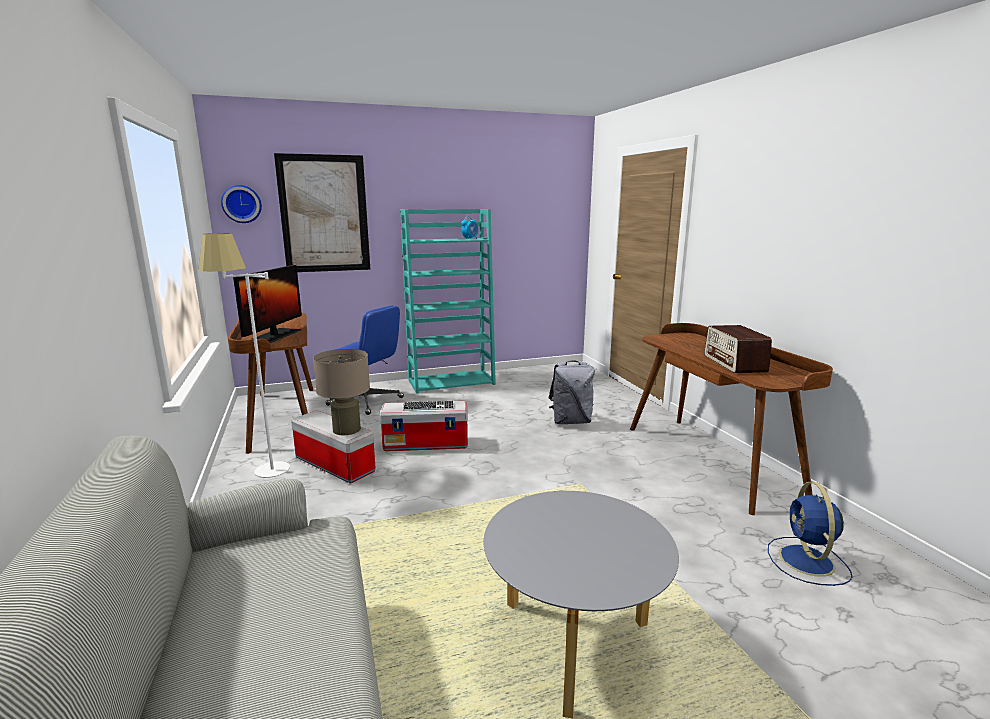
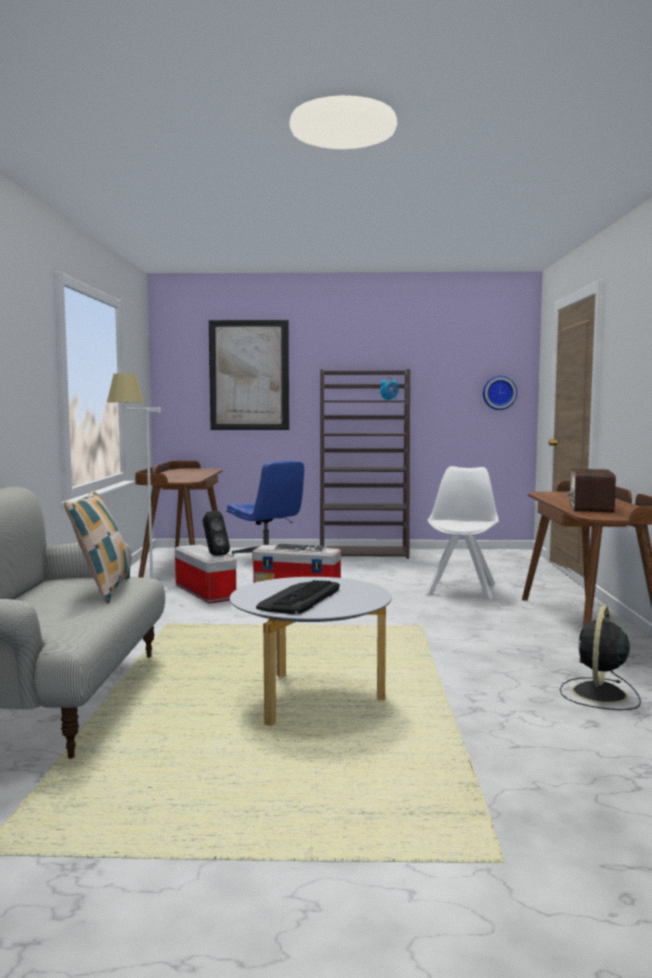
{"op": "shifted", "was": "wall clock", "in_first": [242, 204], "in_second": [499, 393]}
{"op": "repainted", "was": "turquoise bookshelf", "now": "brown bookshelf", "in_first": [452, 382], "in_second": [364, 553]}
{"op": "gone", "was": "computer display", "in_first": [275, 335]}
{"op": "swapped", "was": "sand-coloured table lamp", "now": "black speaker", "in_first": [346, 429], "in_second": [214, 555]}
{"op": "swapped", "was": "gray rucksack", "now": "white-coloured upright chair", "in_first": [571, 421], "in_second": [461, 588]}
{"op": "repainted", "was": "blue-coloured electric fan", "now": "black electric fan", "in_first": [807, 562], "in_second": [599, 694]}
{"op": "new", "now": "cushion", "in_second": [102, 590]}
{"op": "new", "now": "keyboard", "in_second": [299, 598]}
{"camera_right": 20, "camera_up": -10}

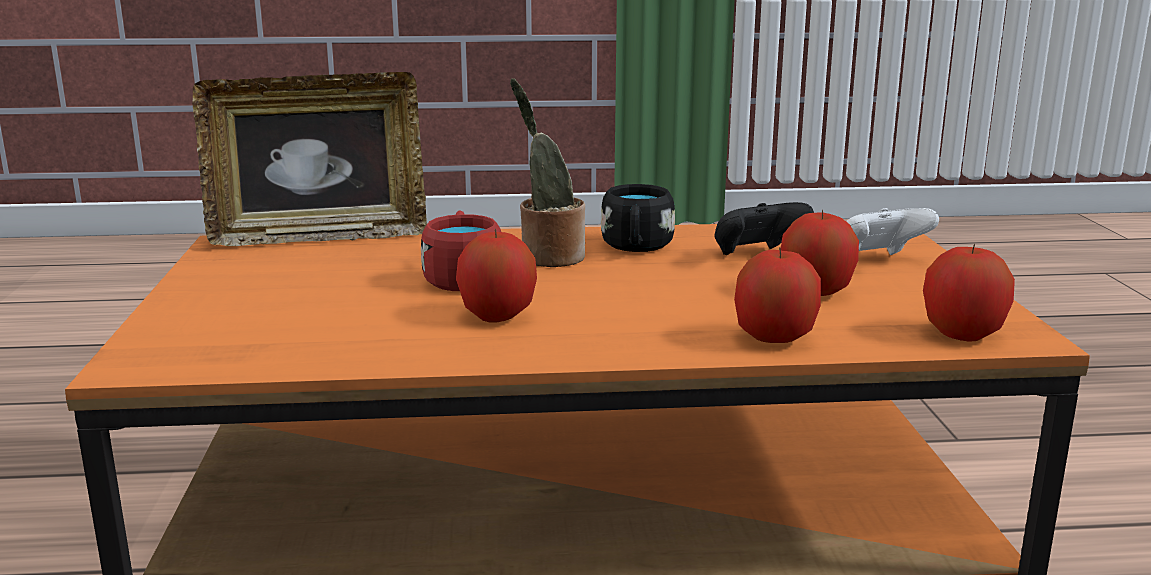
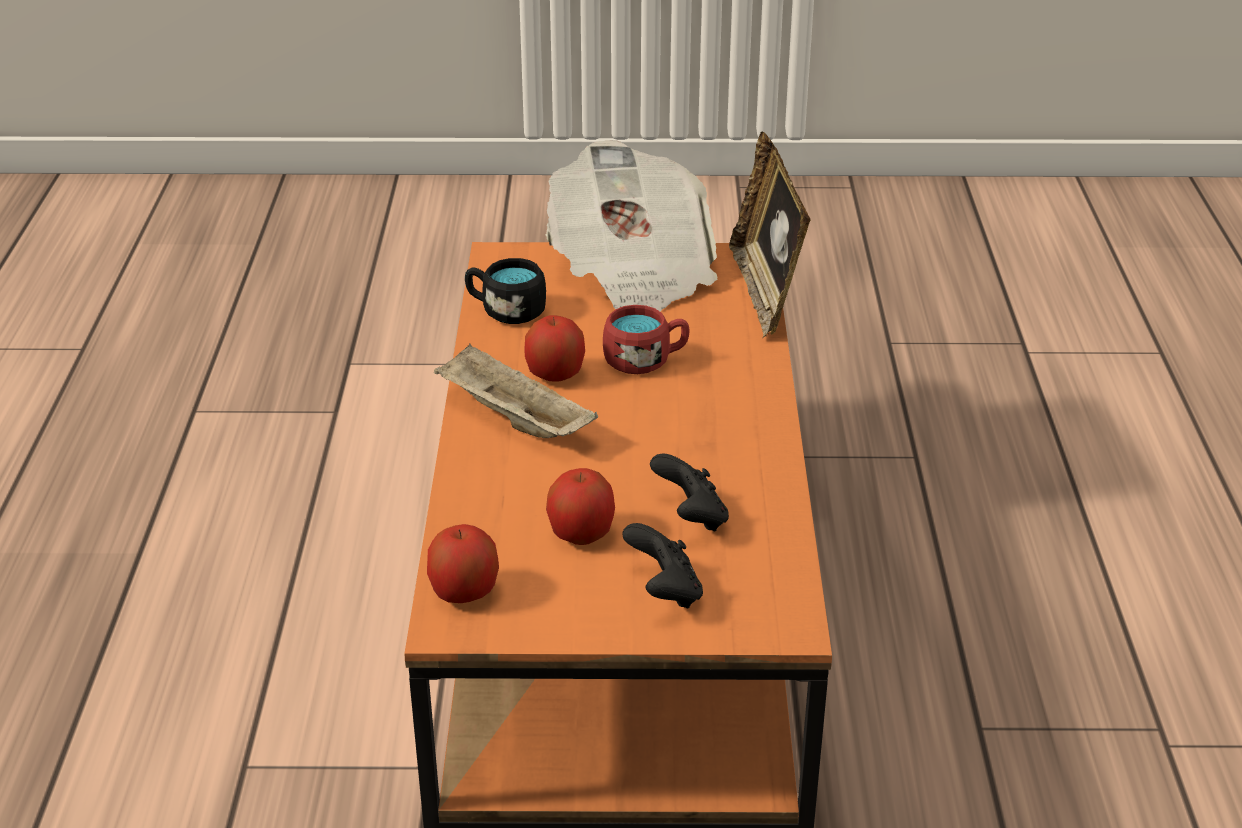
{"op": "gone", "was": "potted plant", "in_first": [548, 257]}
{"op": "shifted", "was": "black tea mug", "in_first": [636, 247], "in_second": [506, 310]}
{"op": "repainted", "was": "white-coloured gamepad", "now": "black gamepad", "in_first": [877, 261], "in_second": [664, 592]}
{"op": "gone", "was": "apple fruit", "in_first": [774, 338]}
{"op": "new", "now": "daily paper", "in_second": [632, 273]}
{"op": "new", "now": "sand-coloured tray", "in_second": [512, 419]}
{"camera_right": 95, "camera_up": 15}

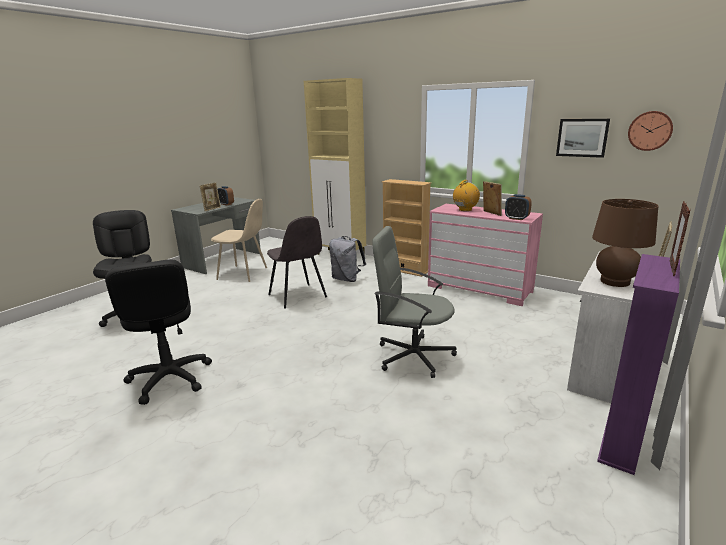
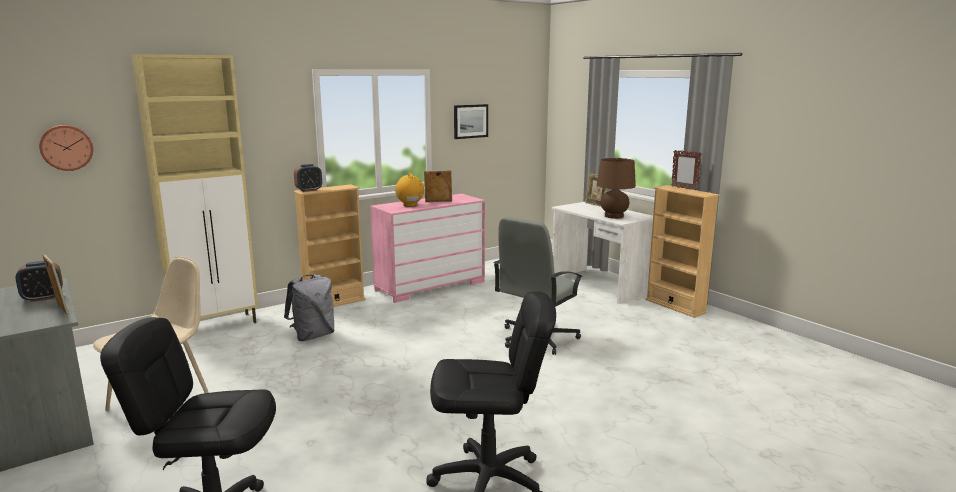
{"op": "shifted", "was": "wall clock", "in_first": [650, 130], "in_second": [66, 147]}
{"op": "shifted", "was": "alarm clock", "in_first": [516, 218], "in_second": [309, 190]}
{"op": "gone", "was": "gray upright chair", "in_first": [298, 296]}
{"op": "repainted", "was": "purple-coloured bookshelf", "now": "sand-coloured bookshelf", "in_first": [621, 439], "in_second": [675, 306]}
{"camera_right": -70, "camera_up": -5}

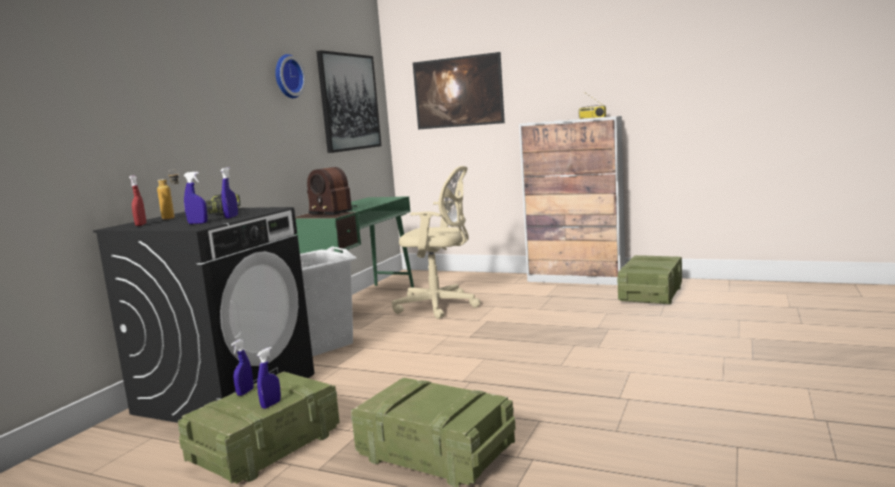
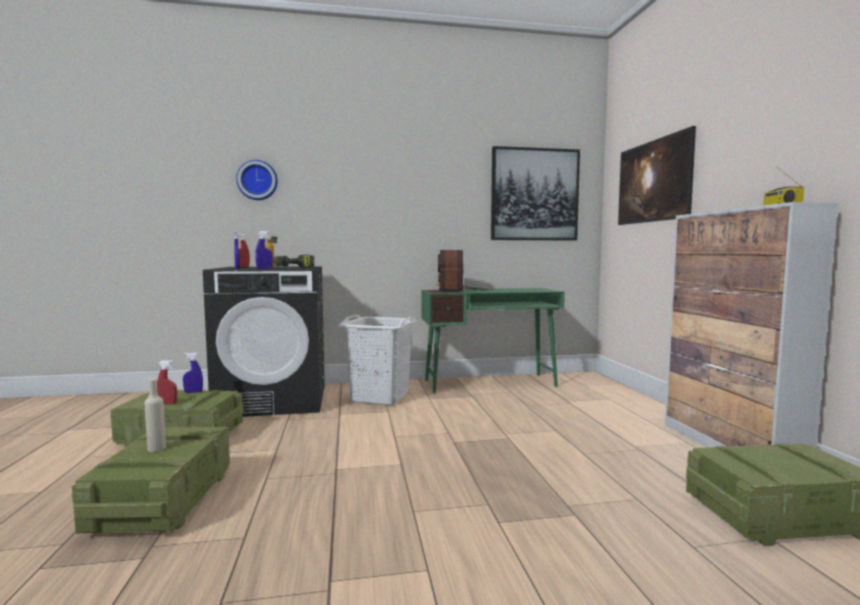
{"op": "shifted", "was": "wall clock", "in_first": [287, 76], "in_second": [257, 180]}
{"op": "gone", "was": "sand-coloured desk chair", "in_first": [439, 306]}
{"op": "repainted", "was": "blue-coloured sprayer", "now": "red sprayer", "in_first": [271, 404], "in_second": [167, 403]}
{"op": "new", "now": "sand-coloured drink bottle", "in_second": [156, 448]}
{"camera_right": 55, "camera_up": -5}

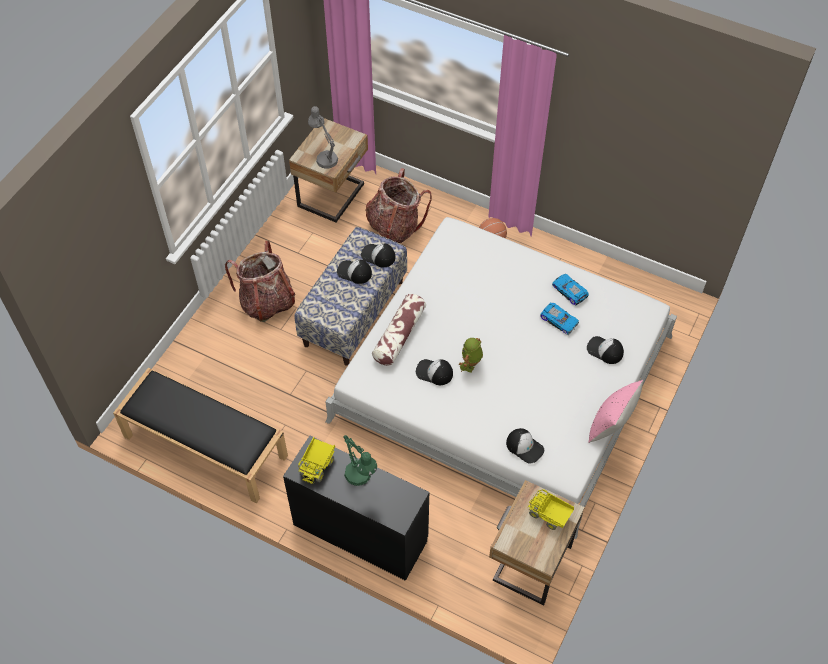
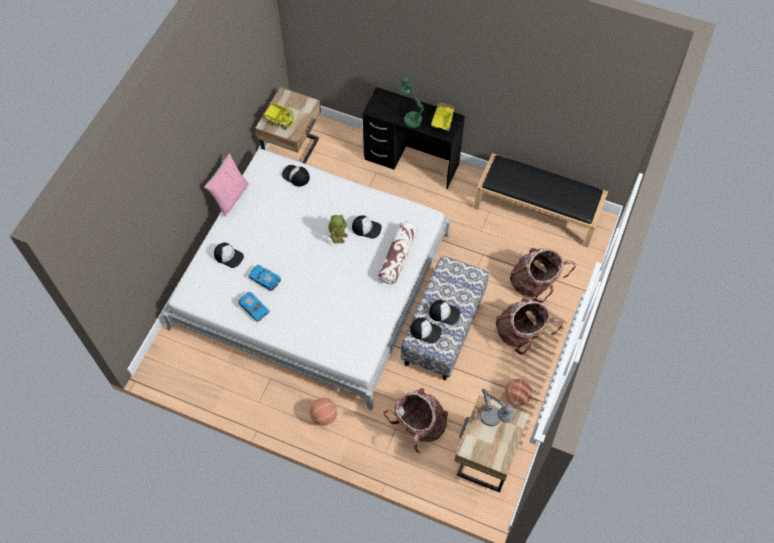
{"op": "new", "now": "rucksack", "in_second": [535, 284]}
{"op": "new", "now": "ball for basketball", "in_second": [516, 397]}
{"camera_right": 175, "camera_up": 5}

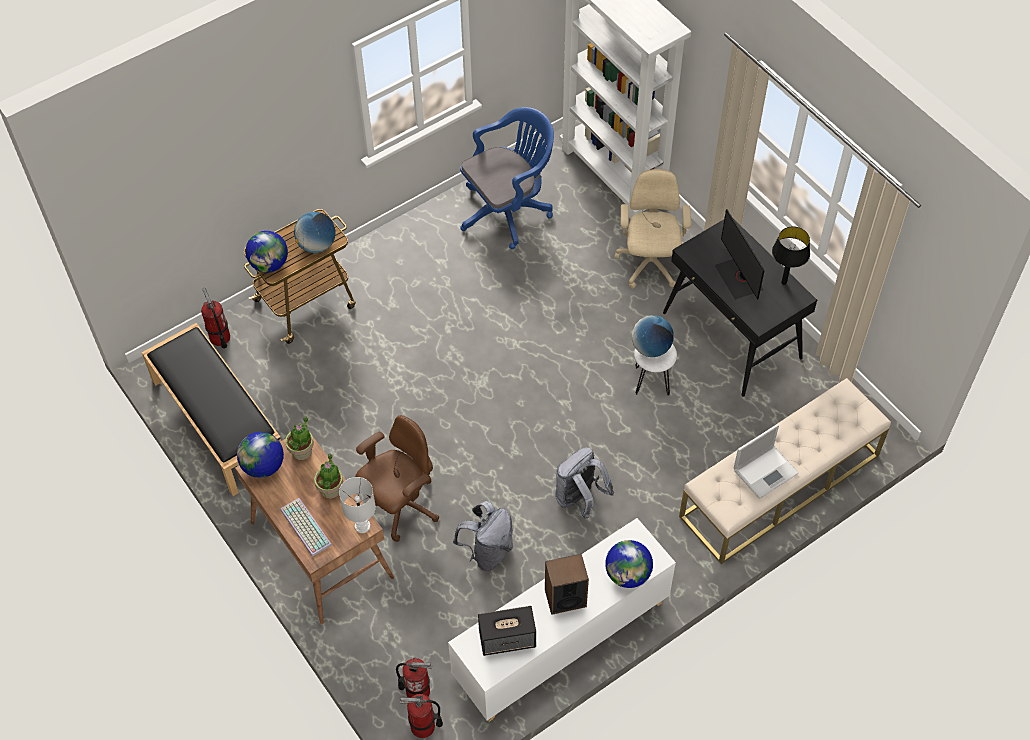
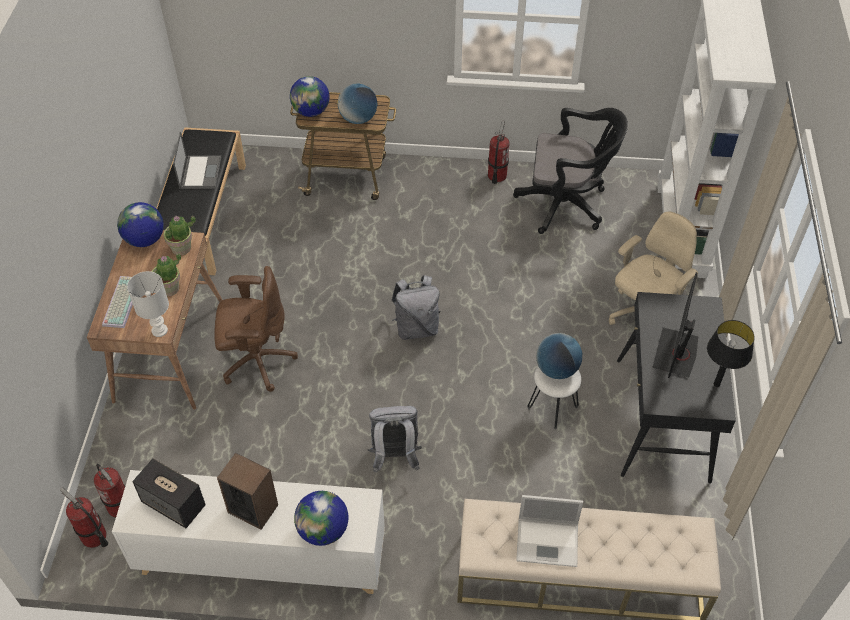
{"op": "repainted", "was": "blue-coloured desk chair", "now": "black desk chair", "in_first": [508, 210], "in_second": [566, 204]}
{"op": "shifted", "was": "extinguisher", "in_first": [219, 338], "in_second": [496, 176]}
{"op": "shifted", "was": "gray rucksack", "in_first": [488, 551], "in_second": [416, 328]}
{"op": "new", "now": "notebook computer", "in_second": [200, 172]}
{"camera_right": 40, "camera_up": -5}

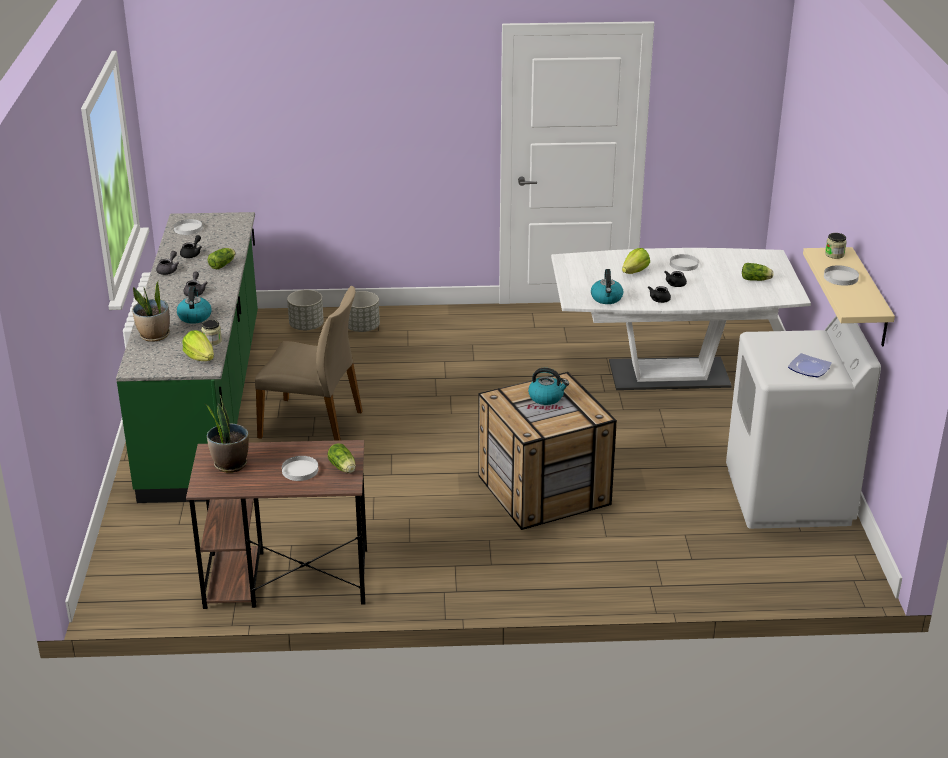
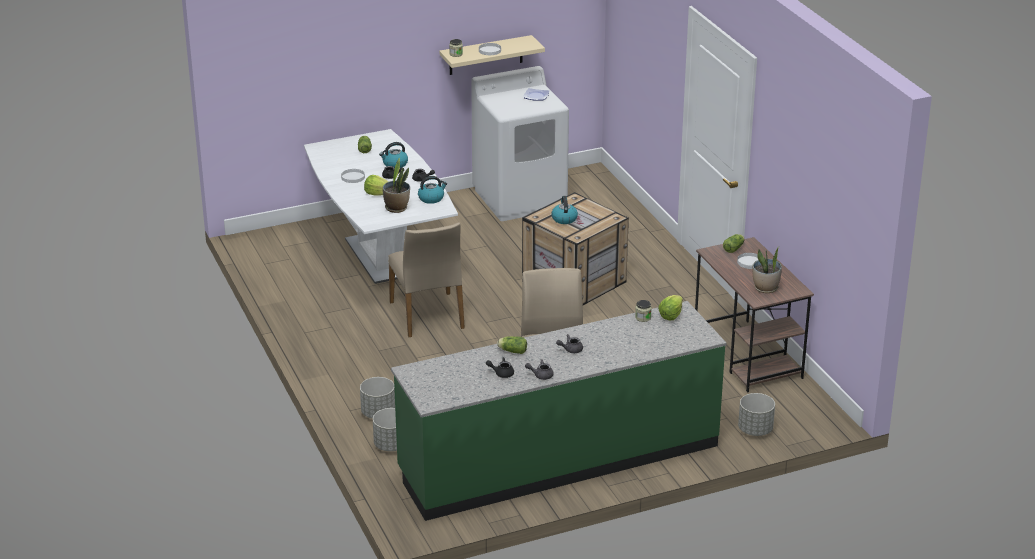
{"op": "gone", "was": "white-coloured flat dish", "in_first": [188, 229]}
{"op": "shifted", "was": "potted plant", "in_first": [154, 336], "in_second": [397, 208]}
{"op": "shifted", "was": "tea kettle", "in_first": [194, 316], "in_second": [395, 164]}
{"op": "new", "now": "sand-coloured upright chair", "in_second": [428, 315]}
{"op": "new", "now": "gray flower pot", "in_second": [755, 430]}
{"camera_right": -110, "camera_up": 0}

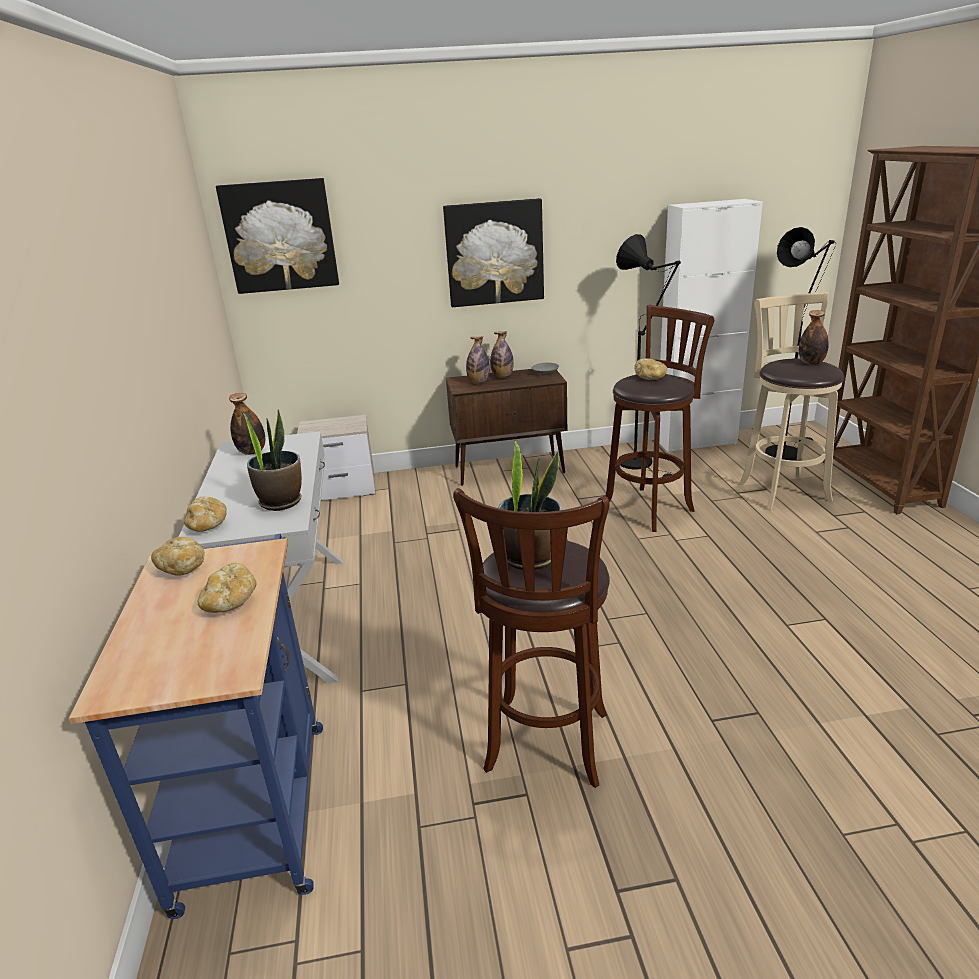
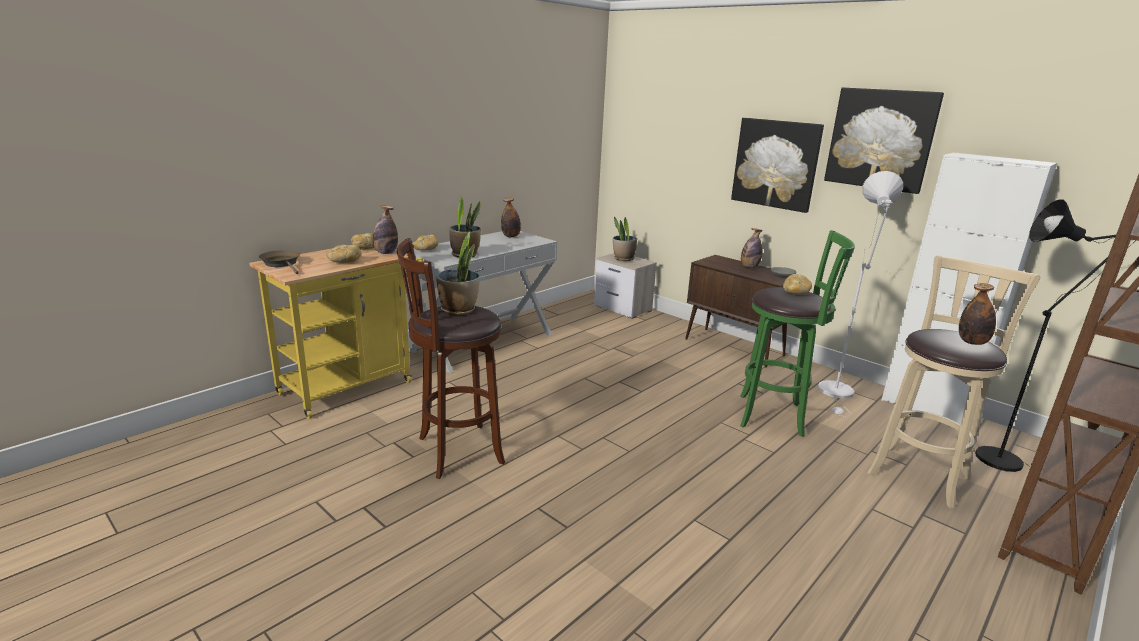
{"op": "shifted", "was": "wall art", "in_first": [280, 236], "in_second": [881, 139]}
{"op": "repainted", "was": "black standing lamp", "now": "white-coloured standing lamp", "in_first": [641, 464], "in_second": [837, 393]}
{"op": "repainted", "was": "brown stool seat", "now": "green stool seat", "in_first": [650, 507], "in_second": [775, 415]}
{"op": "shifted", "was": "drink bottle", "in_first": [478, 382], "in_second": [386, 253]}
{"op": "repainted", "was": "blue-coloured cart", "now": "yellow-coloured cart", "in_first": [255, 799], "in_second": [353, 385]}
{"op": "new", "now": "potted plant", "in_second": [623, 259]}
{"op": "new", "now": "brown pan", "in_second": [282, 264]}
{"camera_right": 50, "camera_up": -5}

